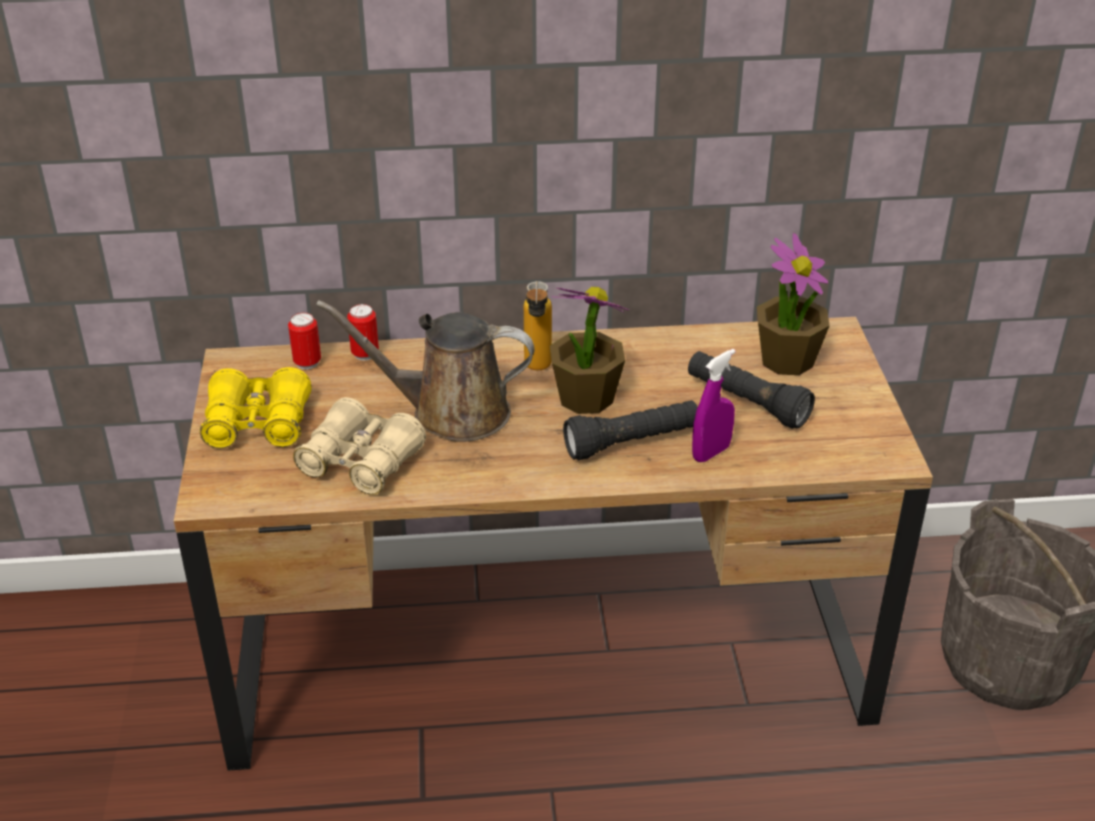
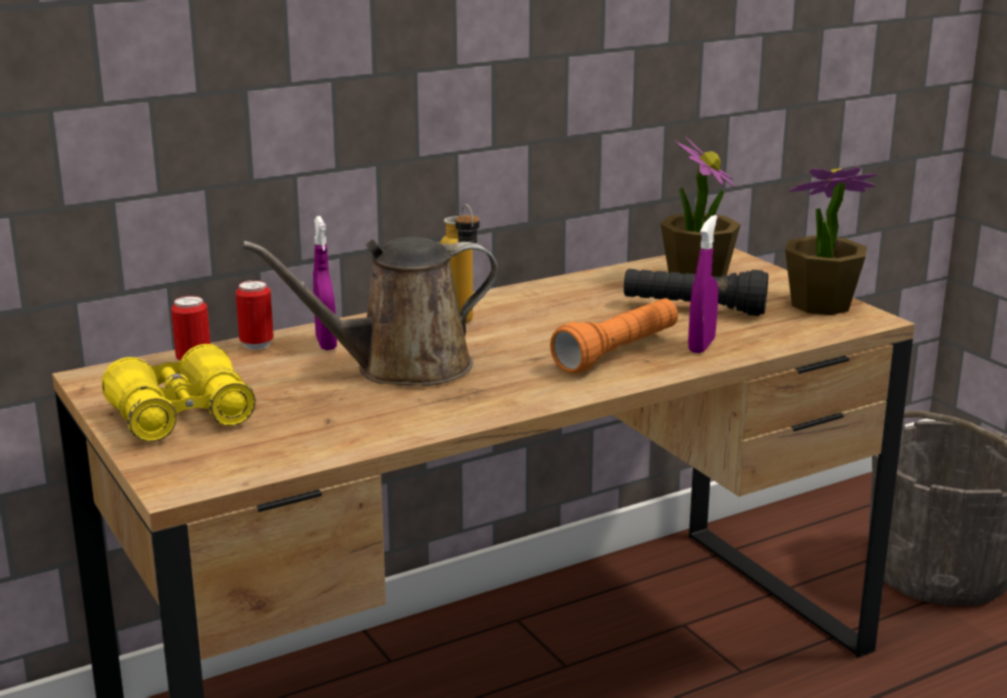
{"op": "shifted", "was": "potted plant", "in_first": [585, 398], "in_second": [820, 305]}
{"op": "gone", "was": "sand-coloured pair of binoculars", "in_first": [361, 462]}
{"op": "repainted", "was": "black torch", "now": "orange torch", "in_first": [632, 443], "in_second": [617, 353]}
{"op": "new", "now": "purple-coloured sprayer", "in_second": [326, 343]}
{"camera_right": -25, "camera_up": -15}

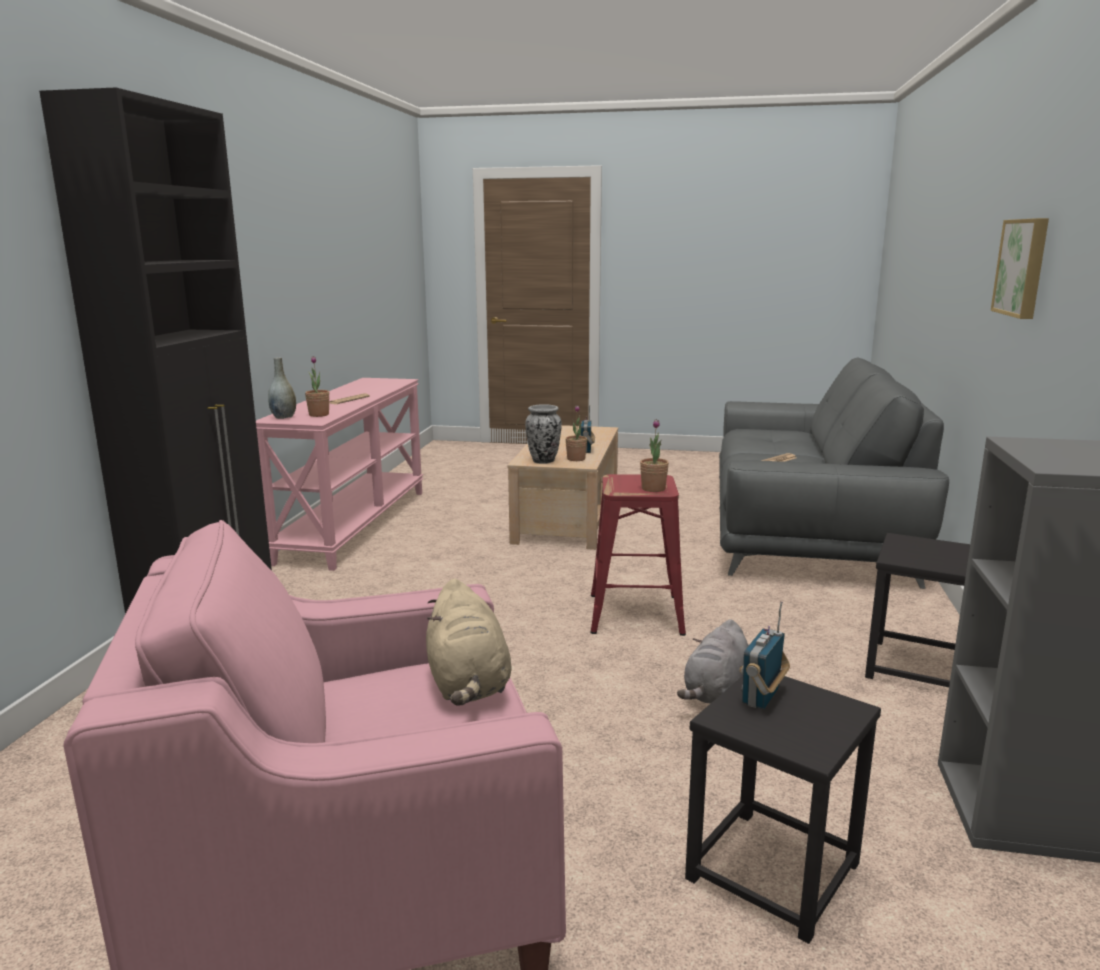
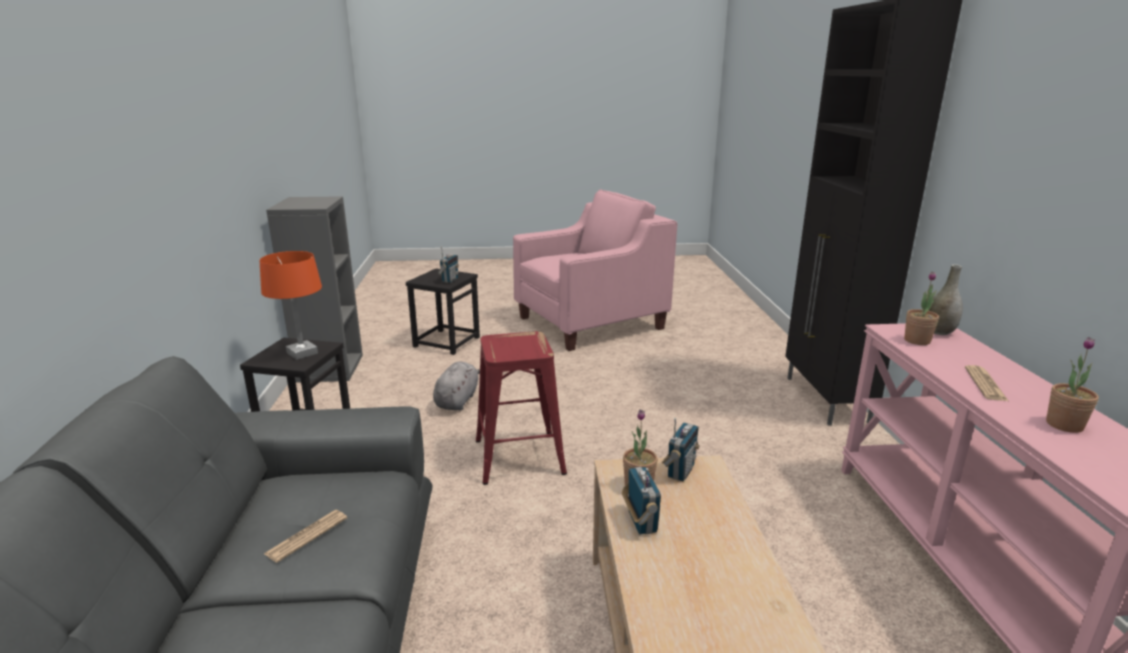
{"op": "gone", "was": "wall art", "in_first": [1023, 267]}
{"op": "swapped", "was": "vase", "now": "radio receiver", "in_first": [544, 461], "in_second": [680, 471]}
{"op": "shifted", "was": "potted plant", "in_first": [653, 489], "in_second": [1064, 425]}
{"op": "gone", "was": "sand-coloured plush toy", "in_first": [468, 684]}
{"op": "new", "now": "orange table lamp", "in_second": [302, 353]}
{"camera_right": 165, "camera_up": 5}

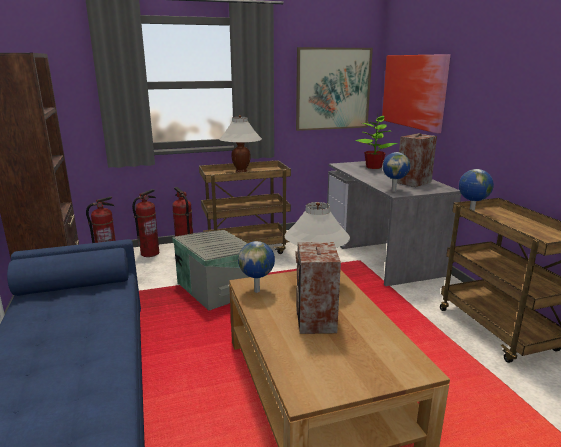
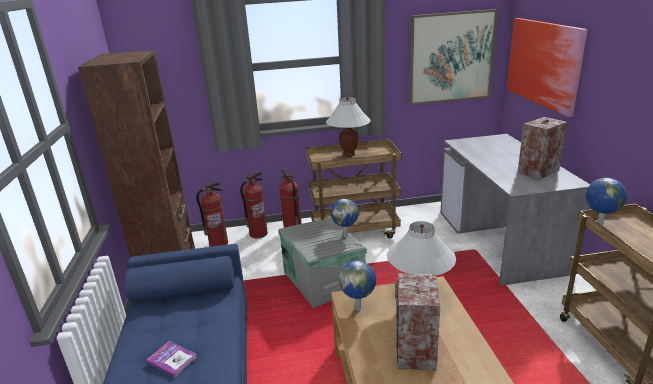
{"op": "gone", "was": "potted plant", "in_first": [373, 167]}
{"op": "shifted", "was": "world globe", "in_first": [394, 190], "in_second": [346, 235]}
{"op": "new", "now": "book", "in_second": [172, 360]}
{"camera_right": 10, "camera_up": 5}

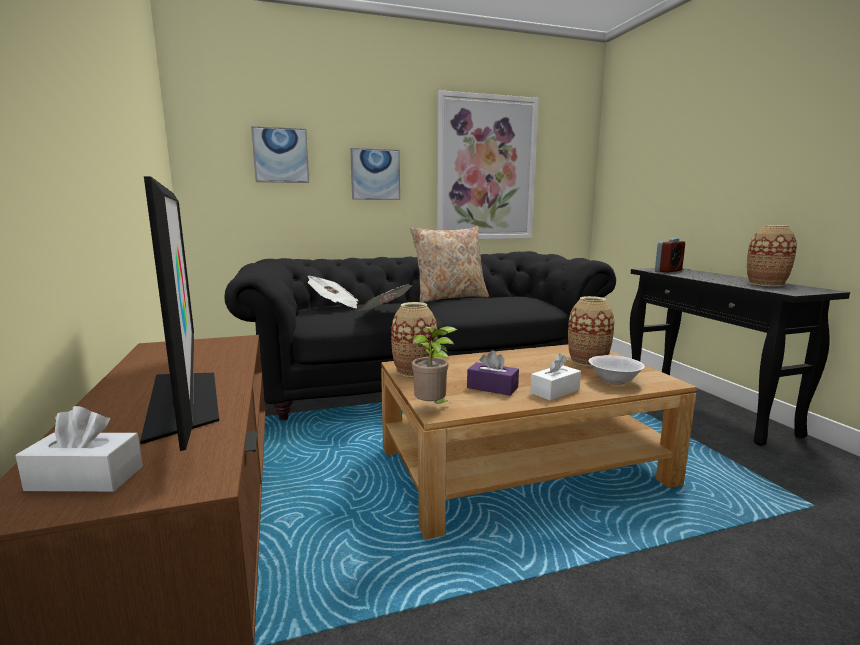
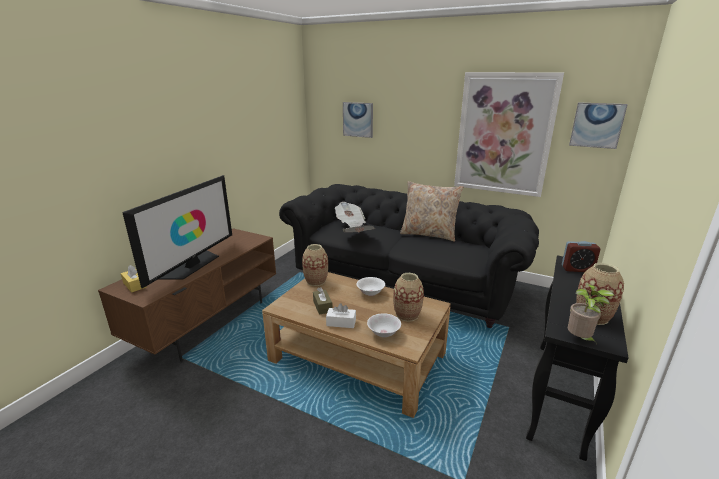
{"op": "shifted", "was": "wall art", "in_first": [375, 174], "in_second": [597, 125]}
{"op": "shifted", "was": "potted plant", "in_first": [432, 407], "in_second": [579, 340]}
{"op": "repainted", "was": "purple-coloured tissue holder", "now": "brown tissue holder", "in_first": [492, 387], "in_second": [322, 306]}
{"op": "repainted", "was": "white-coloured tissue holder", "now": "yellow-coloured tissue holder", "in_first": [85, 478], "in_second": [134, 285]}
{"op": "new", "now": "white-coloured serving bowl", "in_second": [370, 293]}
{"camera_right": 45, "camera_up": 10}

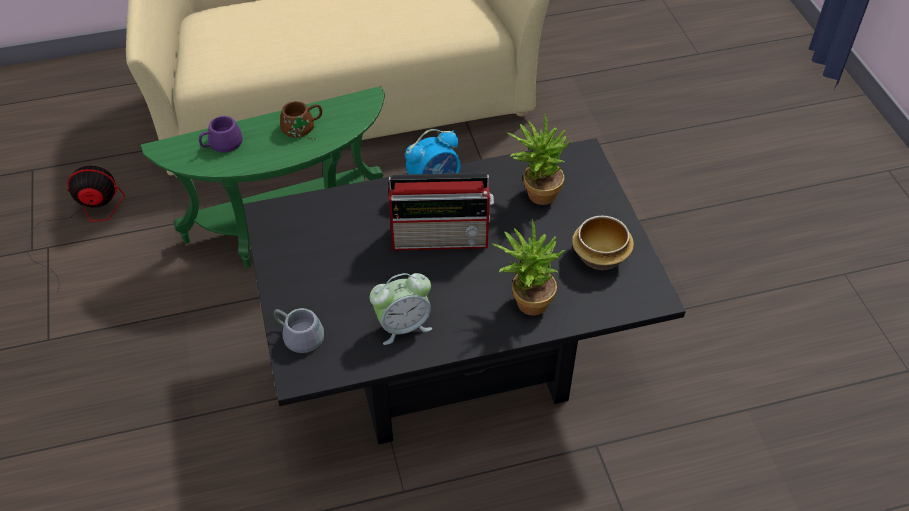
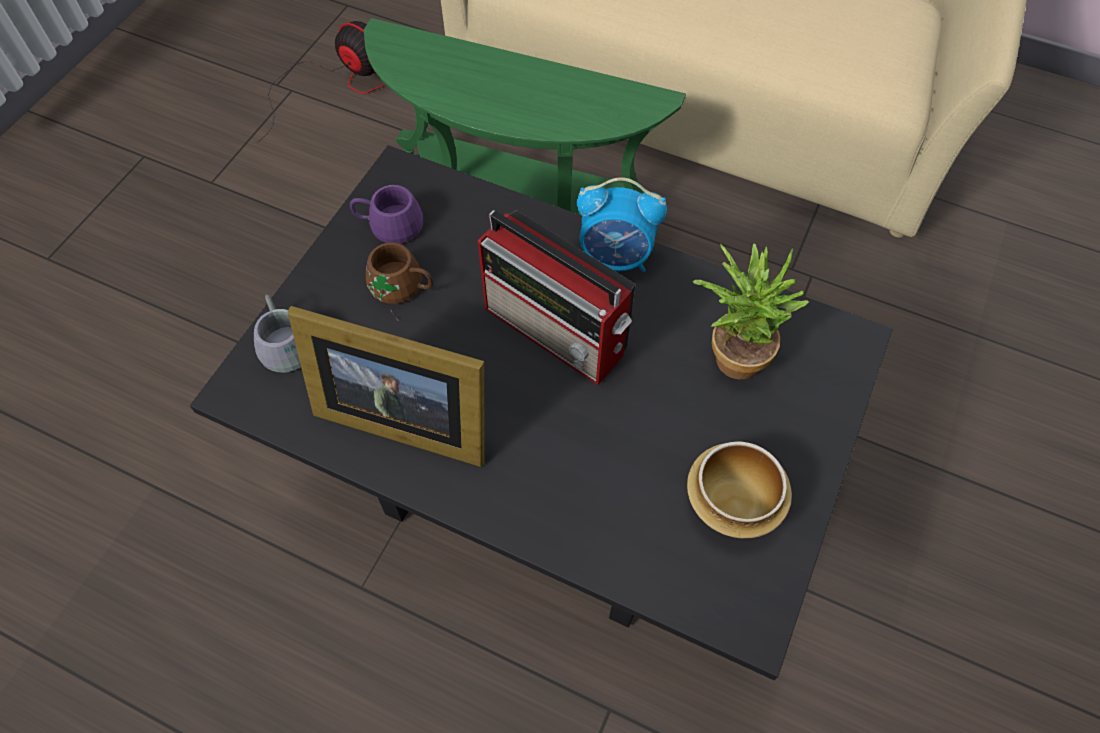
{"op": "shifted", "was": "brown tea mug", "in_first": [303, 128], "in_second": [399, 290]}
{"op": "shifted", "was": "purple-coloured tea mug", "in_first": [219, 142], "in_second": [390, 220]}
{"op": "gone", "was": "potted plant", "in_first": [525, 301]}
{"op": "swapped", "was": "alarm clock", "now": "photo frame", "in_first": [403, 326], "in_second": [401, 415]}
{"camera_right": 40, "camera_up": 10}

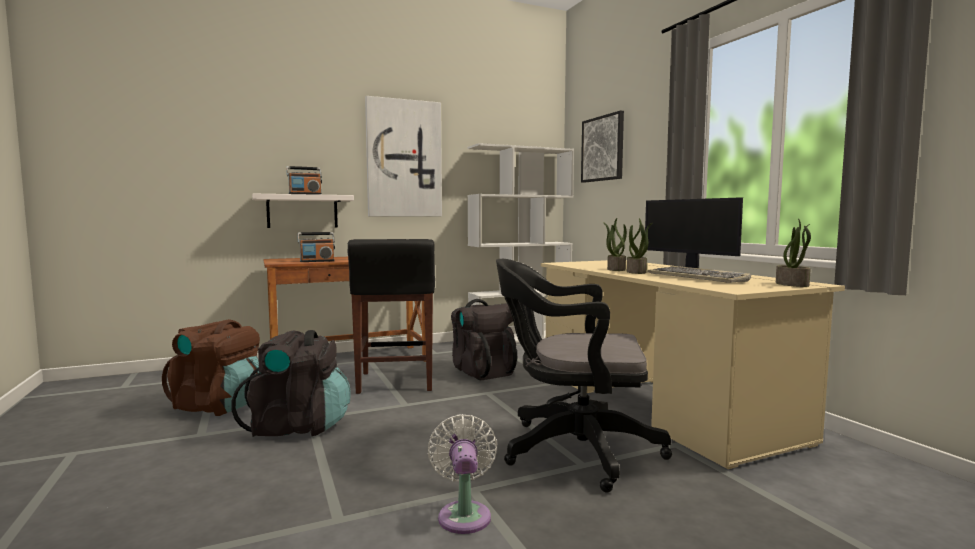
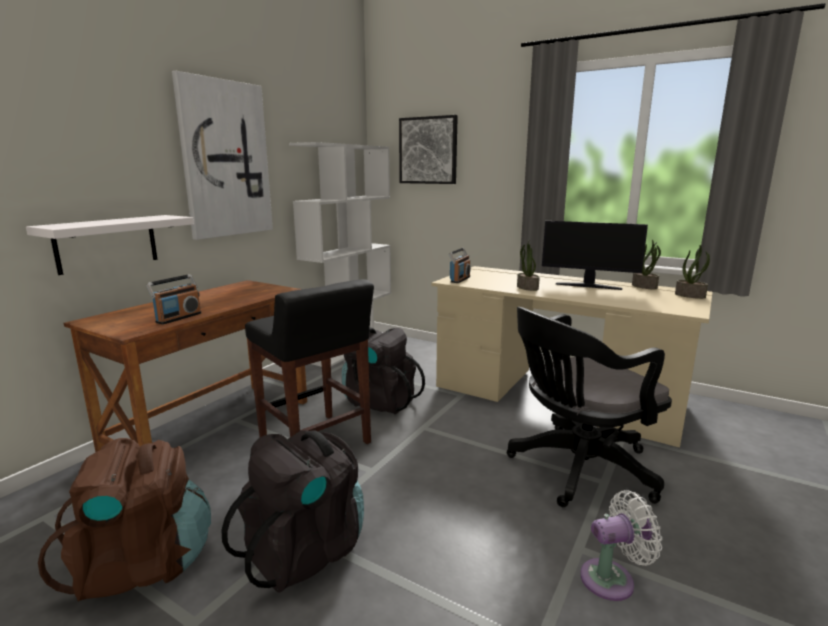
{"op": "shifted", "was": "radio receiver", "in_first": [305, 194], "in_second": [460, 279]}
{"op": "shifted", "was": "potted plant", "in_first": [637, 272], "in_second": [645, 286]}
{"op": "gone", "was": "keyboard", "in_first": [698, 278]}
{"op": "rotated", "was": "white-coloured electric fan", "in_first": [464, 514], "in_second": [612, 579], "clockwise": 120}
{"camera_right": -35, "camera_up": 10}

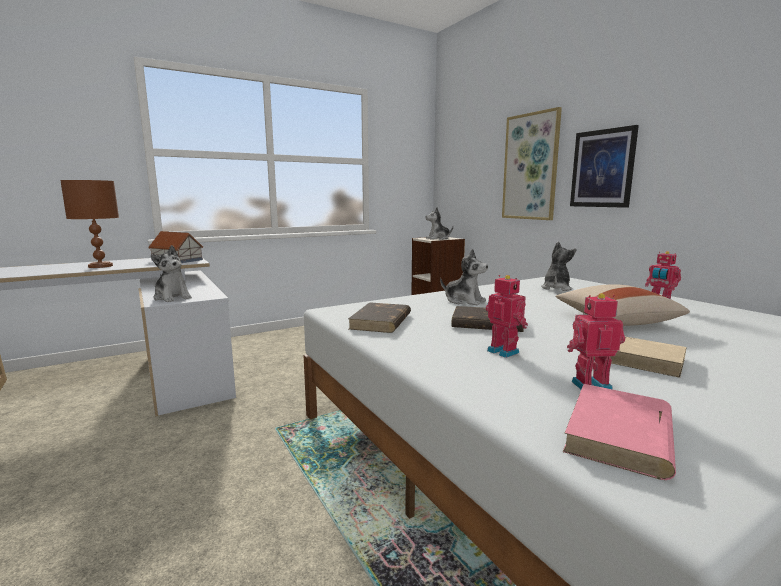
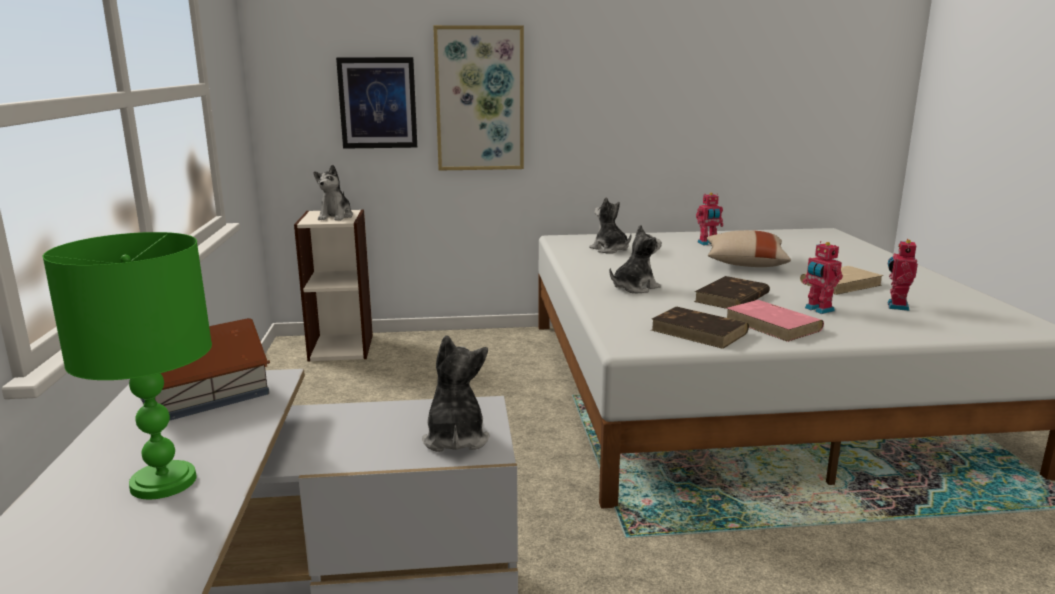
{"op": "shifted", "was": "wall art", "in_first": [602, 168], "in_second": [378, 103]}
{"op": "repainted", "was": "brown table lamp", "now": "green table lamp", "in_first": [100, 266], "in_second": [162, 483]}
{"op": "rotated", "was": "plush toy", "in_first": [172, 297], "in_second": [455, 438], "clockwise": -75}
{"op": "rotated", "was": "robot figure", "in_first": [504, 351], "in_second": [818, 310], "clockwise": -105}
{"op": "shifted", "was": "pink-coloured book", "in_first": [619, 435], "in_second": [773, 325]}
{"camera_right": -65, "camera_up": 5}

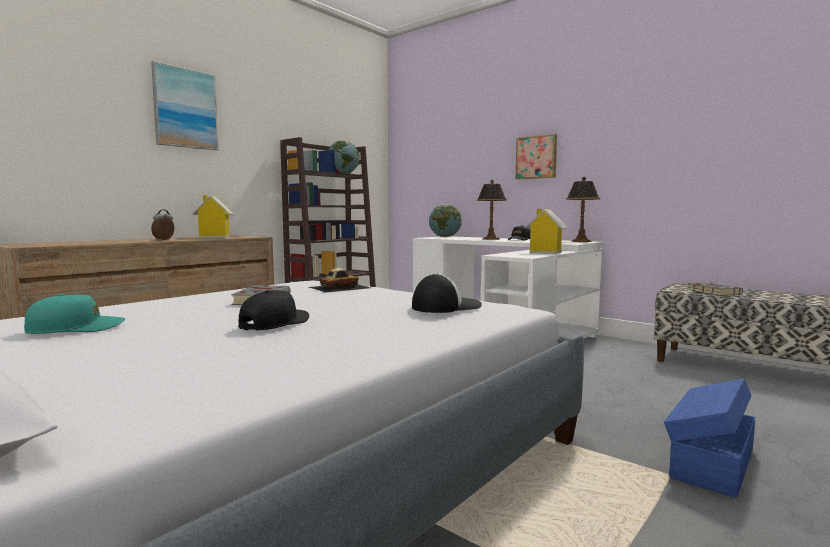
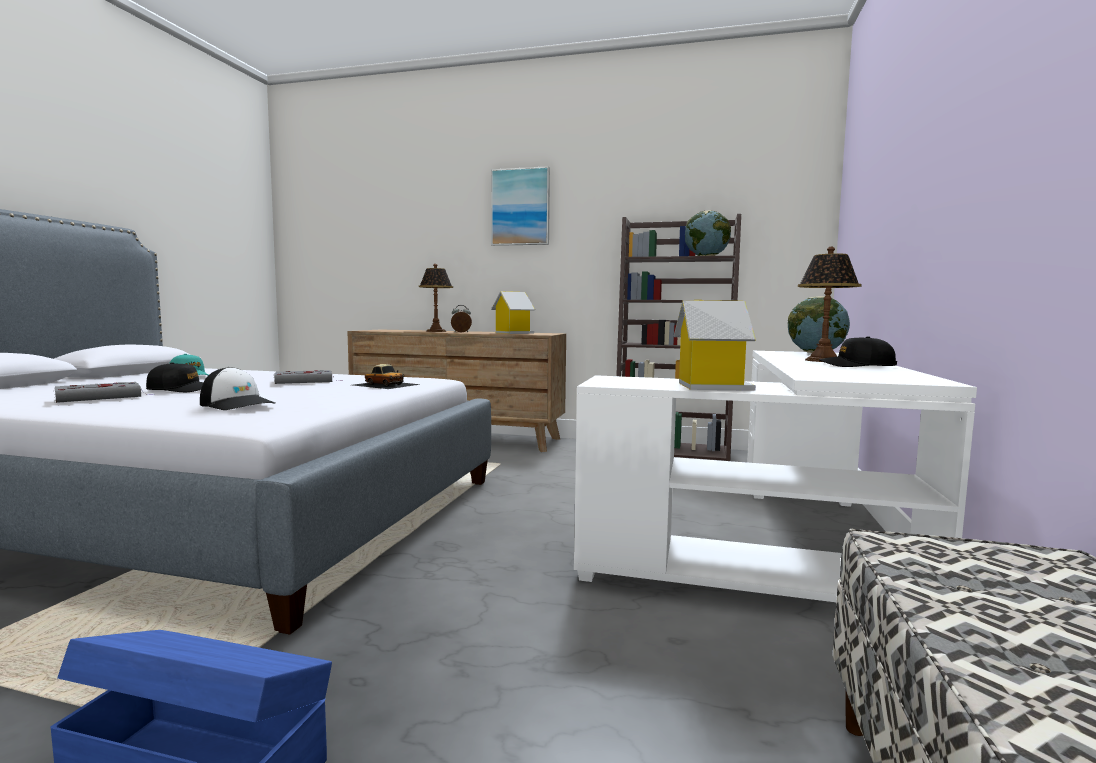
{"op": "gone", "was": "wall art", "in_first": [536, 157]}
{"op": "shifted", "was": "table lamp", "in_first": [581, 241], "in_second": [436, 331]}
{"op": "shifted", "was": "gray book", "in_first": [712, 292], "in_second": [102, 397]}
{"camera_right": 65, "camera_up": 0}

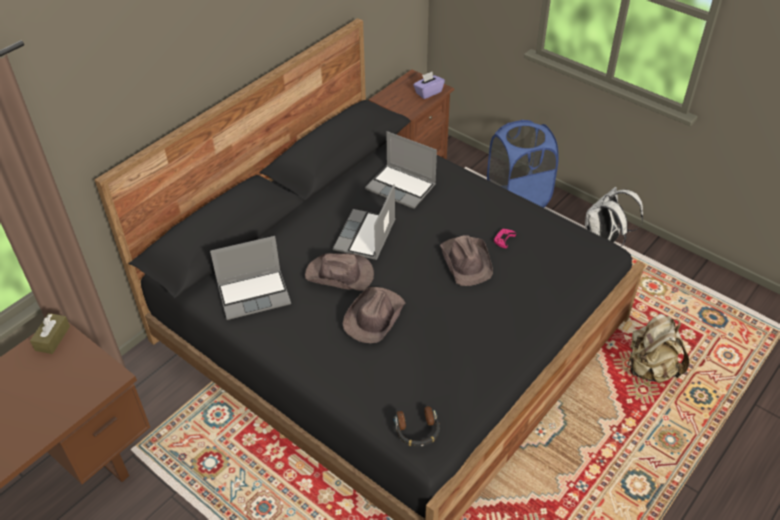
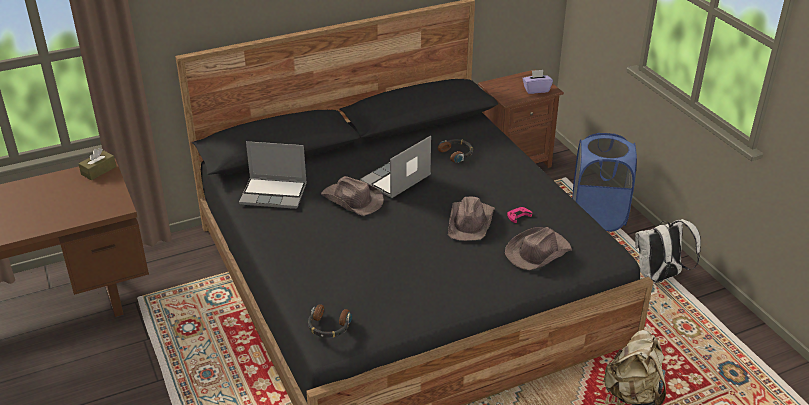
{"op": "swapped", "was": "notebook computer", "now": "headphones", "in_first": [402, 187], "in_second": [456, 153]}
{"op": "shifted", "was": "brown clothing hat", "in_first": [374, 317], "in_second": [537, 252]}
{"camera_right": 25, "camera_up": -10}

